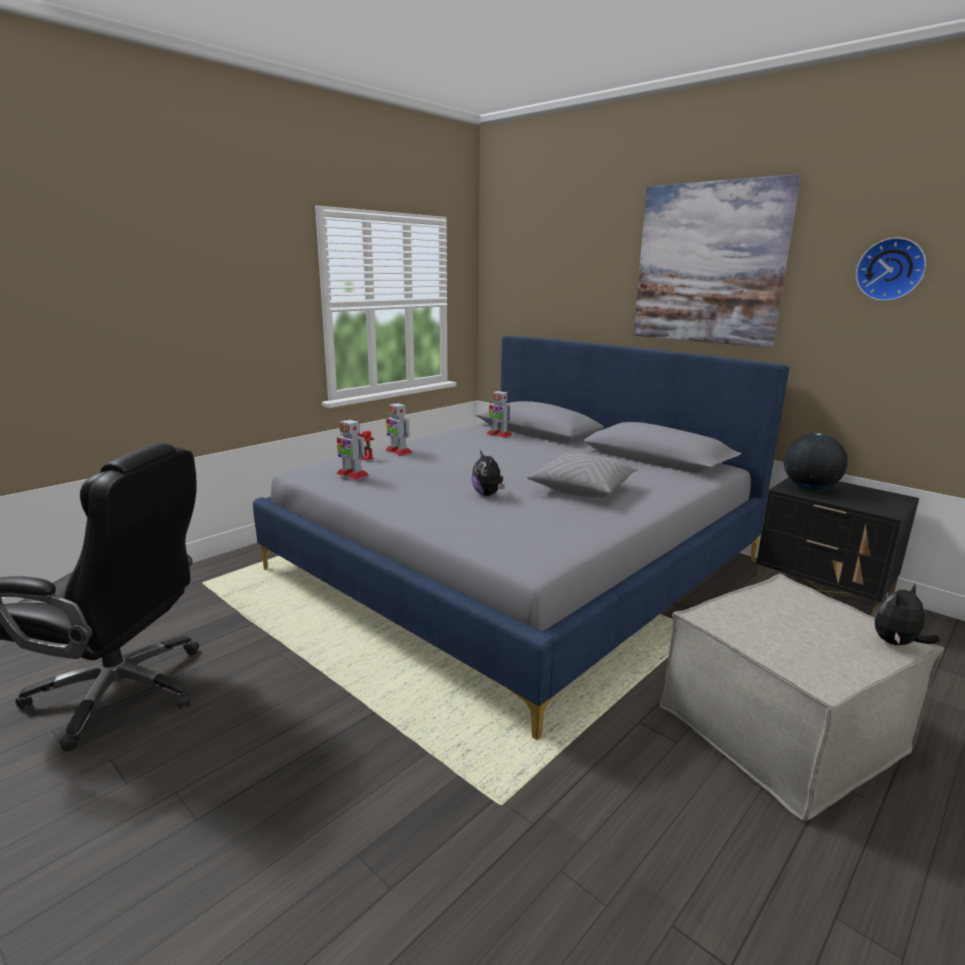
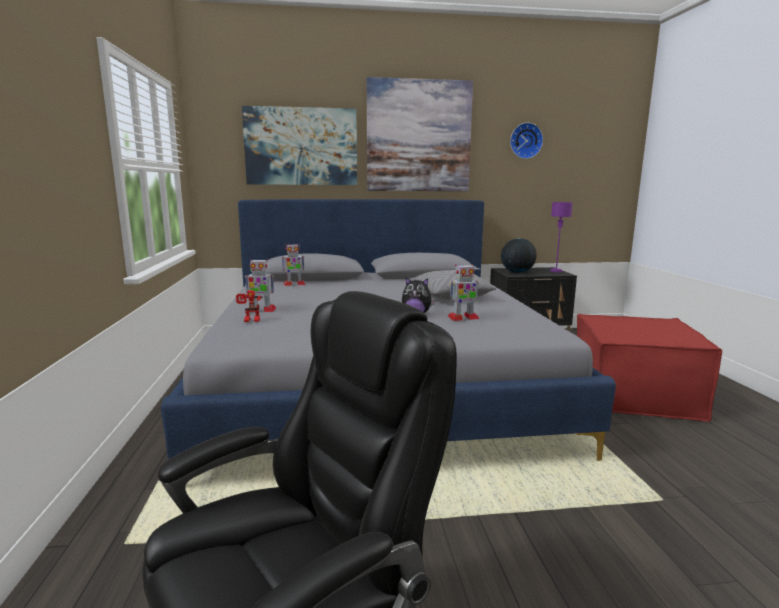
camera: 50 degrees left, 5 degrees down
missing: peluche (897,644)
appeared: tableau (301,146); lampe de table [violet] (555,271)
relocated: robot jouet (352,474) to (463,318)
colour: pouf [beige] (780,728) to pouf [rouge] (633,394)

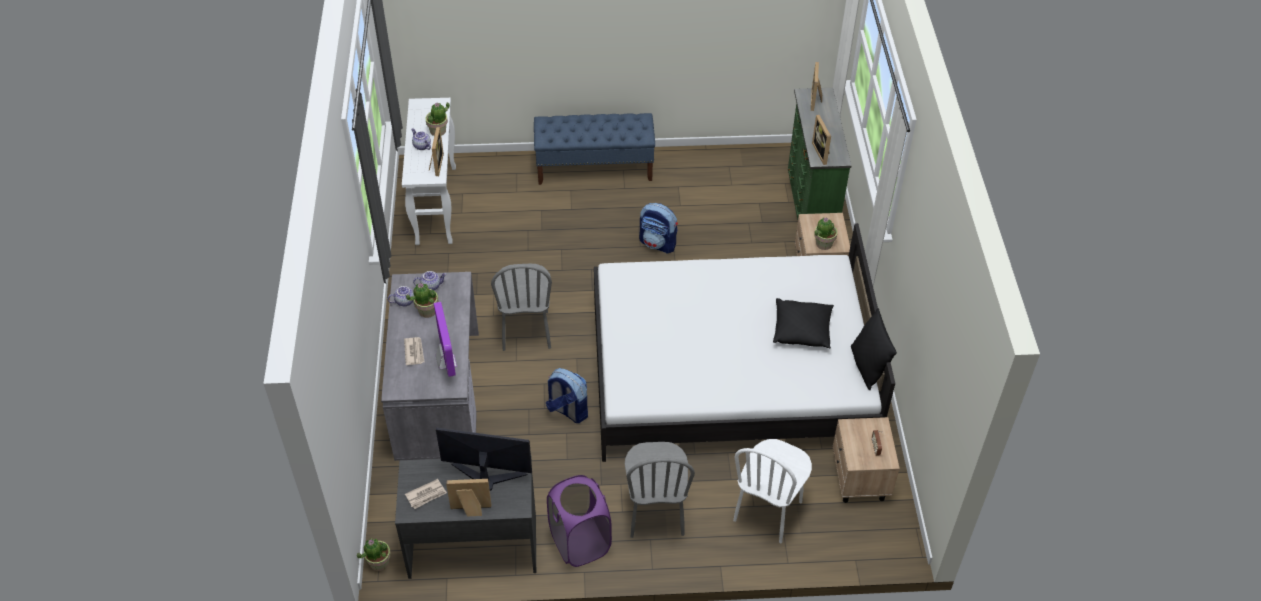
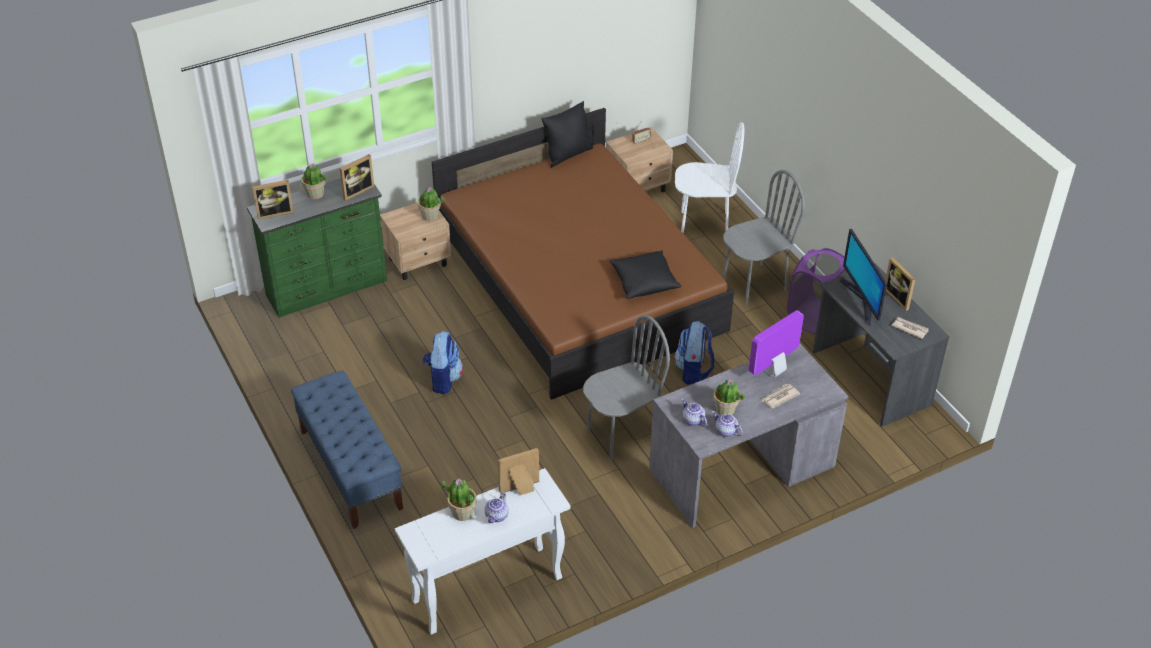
camera: 115 degrees left, 5 degrees down
relocated: plante en pot (379,563) to (315,194); coussin [noir] (802,330) to (644,282)
colour: lit [blanc] (730,372) to lit [marron] (578,284)

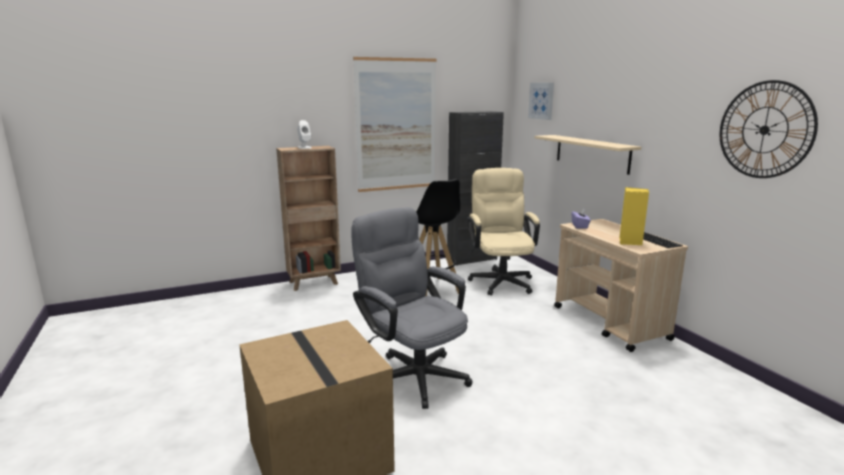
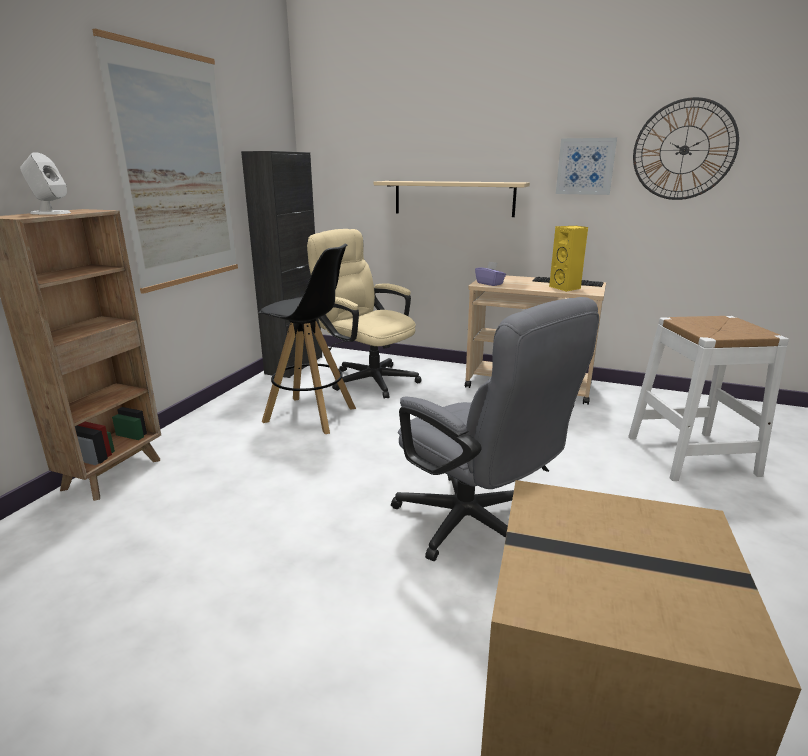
camera: 45 degrees left, 5 degrees up
appeared: tabouret [blanc] (691,455)
relocated: tableau (541,101) to (585,166)
spun: chaise de bureau [gris] (412,373) = (476,527) 135 degrees counterclockwise

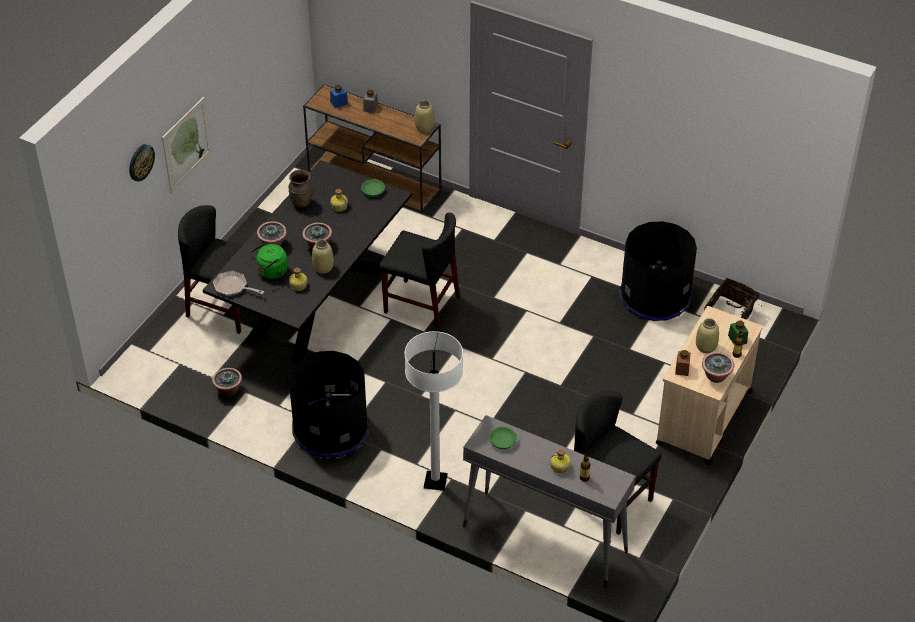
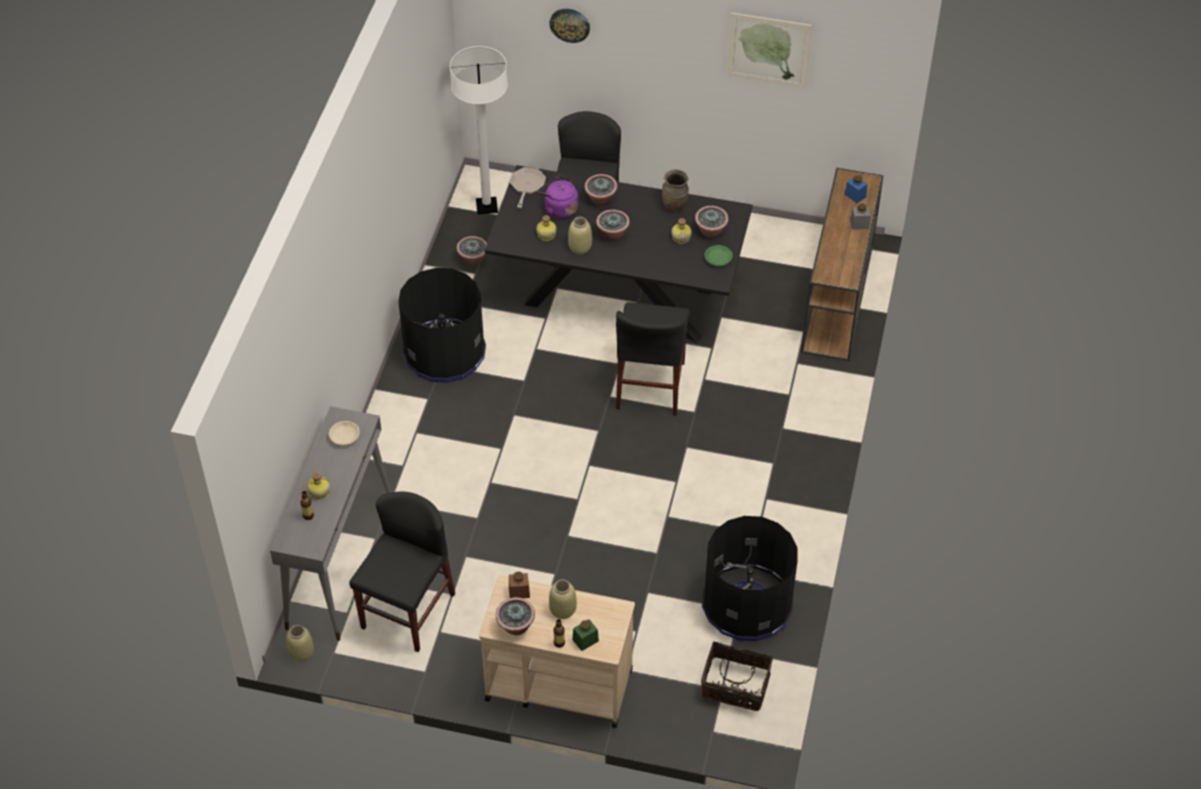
camera: 75 degrees right, 5 degrees up
appeared: plante en pot (711,232)
relocated: vase [beige] (424,127) to (302,653); lampadaire [blanc] (435,481) to (486,206); tableau (186,144) to (769,50)
colour: bol [vert] (502,441) to bol [beige] (345,436); bouilloire [vert] (271,272) to bouilloire [violet] (559,209)

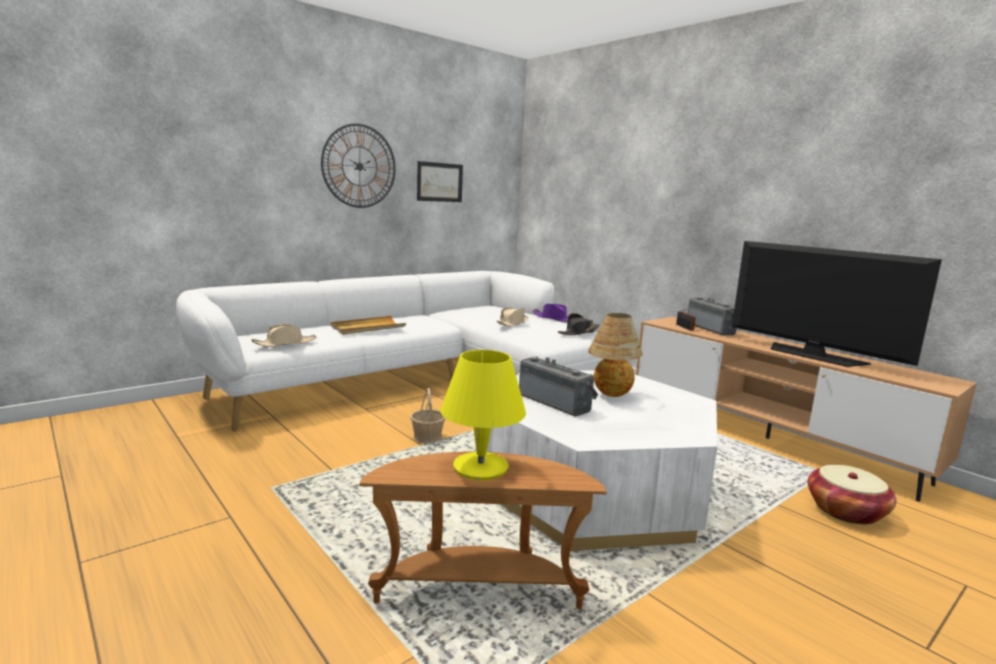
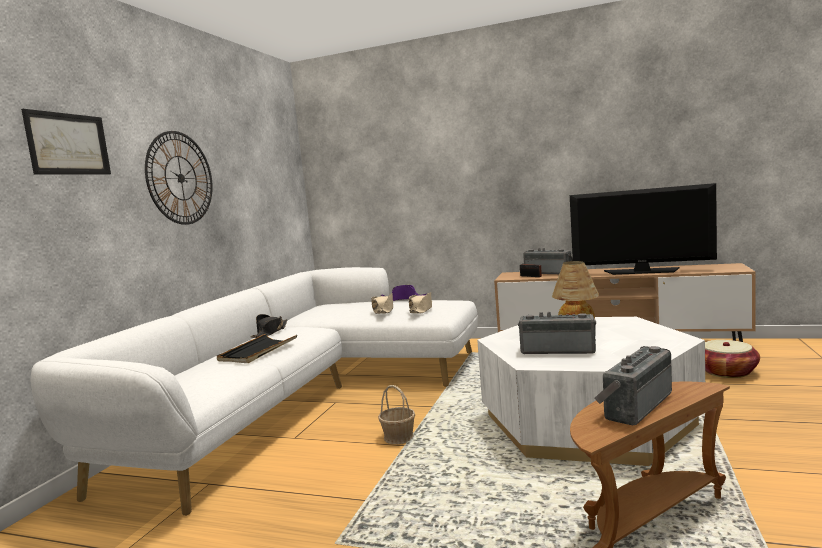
camera: 30 degrees left, 5 degrees down
relocated: tableau (439,182) to (68,144); chapeau [noir] (578,332) to (270,332); chapeau [beige] (285,343) to (421,310)
exchanged: lampe de table [jaune] (481,467) to radio (633,405)
colour: plateau [beige] (367,328) to plateau [noir] (258,351)

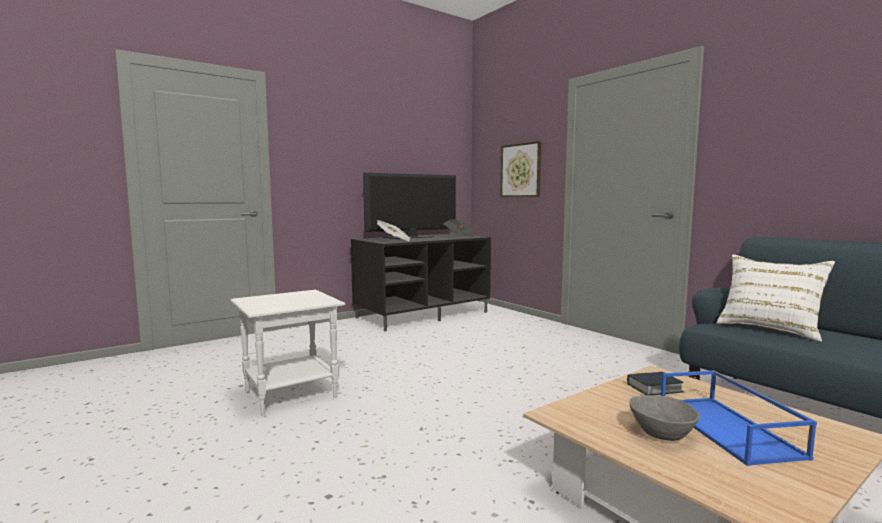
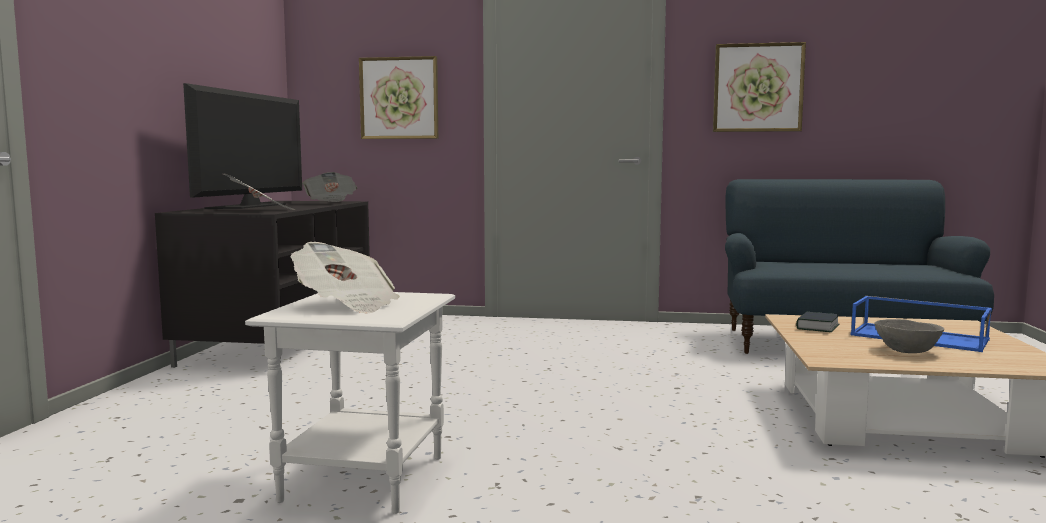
camera: 45 degrees left, 0 degrees up
missing: coussin [blanc] (770,328)
appeared: journal (346,305); tableau (758,88)

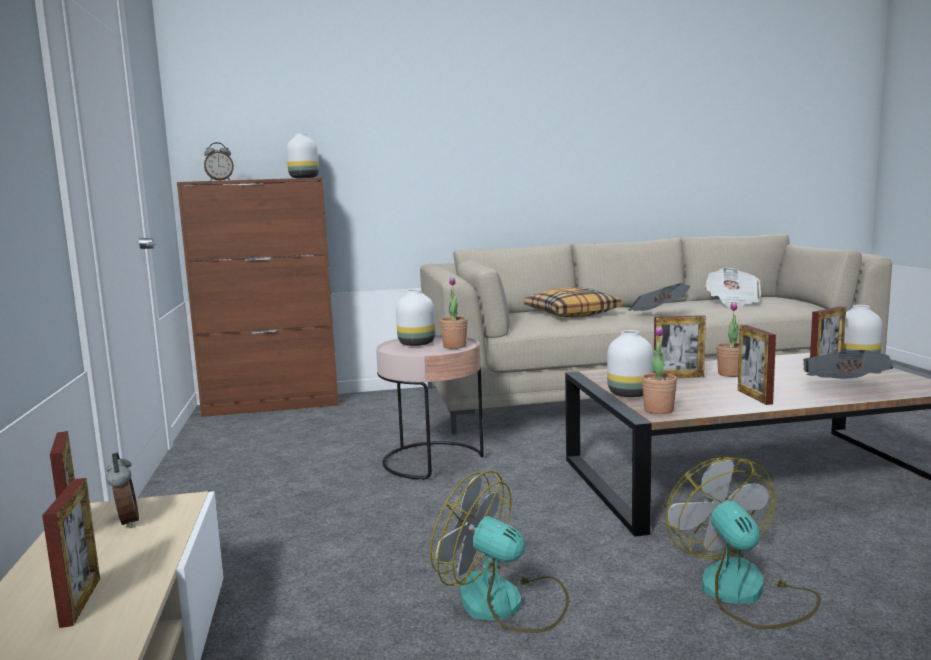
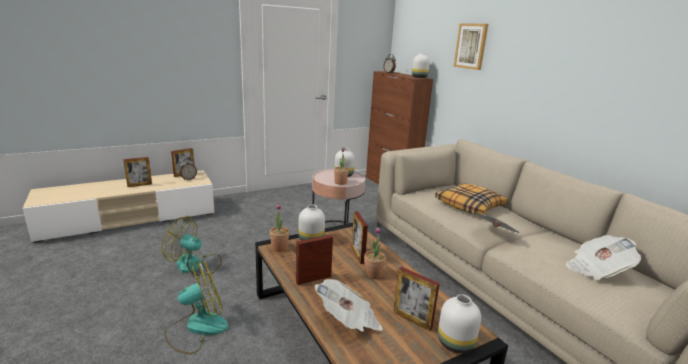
camera: 70 degrees right, 10 degrees up
appeared: tableau (471,46)
spun: ventilateur (505,604) = (195,265) 90 degrees counterclockwise

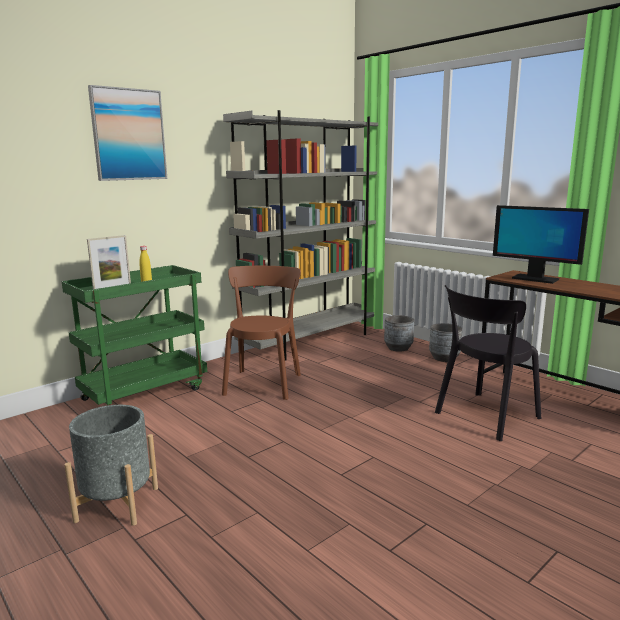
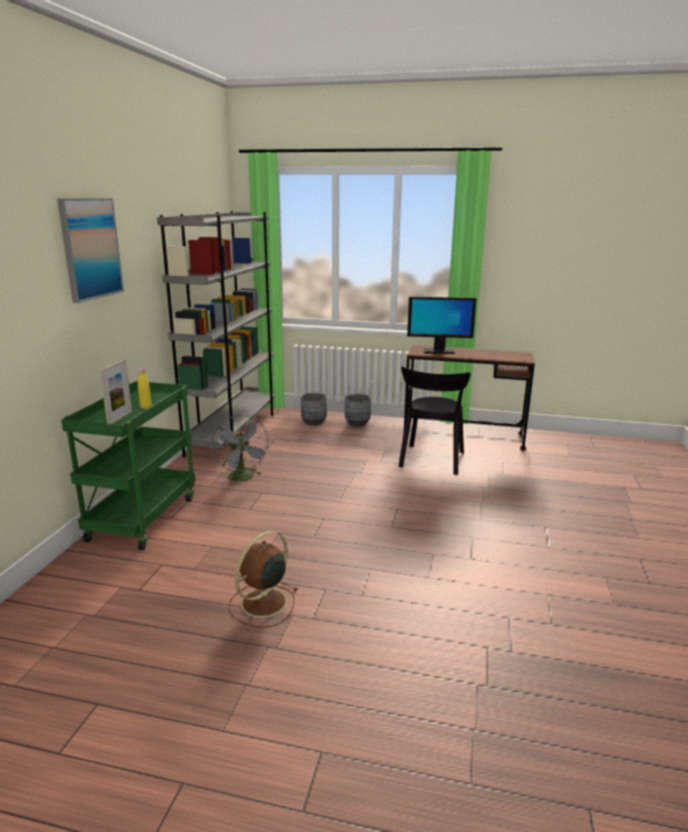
camera: 35 degrees left, 5 degrees up
exchanged: chaise [marron] (264,383) to ventilateur [gris] (243,478); cache-pot [gris] (117,504) to ventilateur [marron] (262,604)

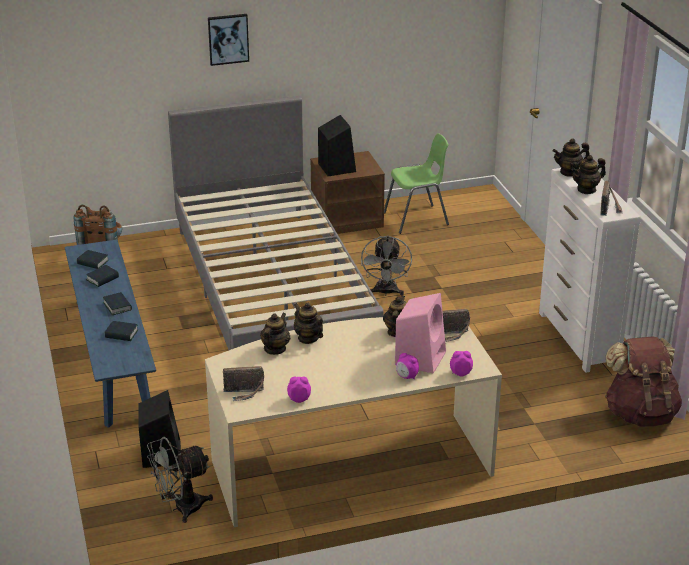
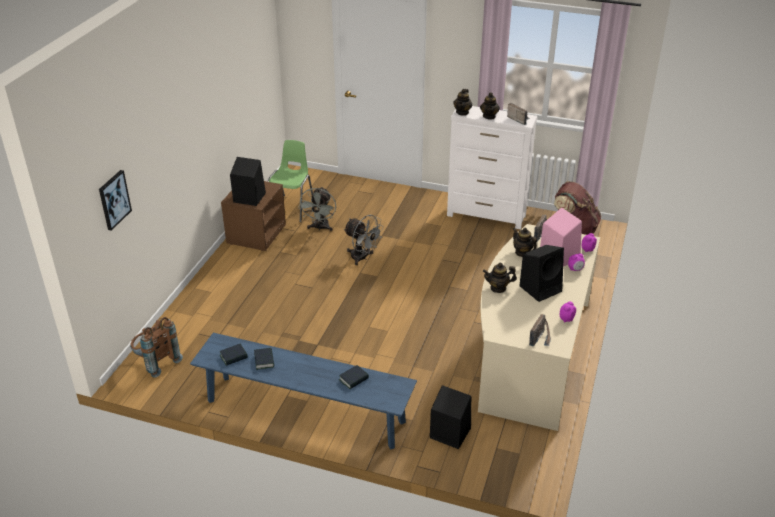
camera: 55 degrees left, 5 degrees up
missing: livre (117,306); lit [gris] (271,289); théière (275,349)
appeared: enceinte [noir] (541,288)
relocated: tableau (228,39) to (114,199); ventilateur [gris] (181,508) to (320,228)

